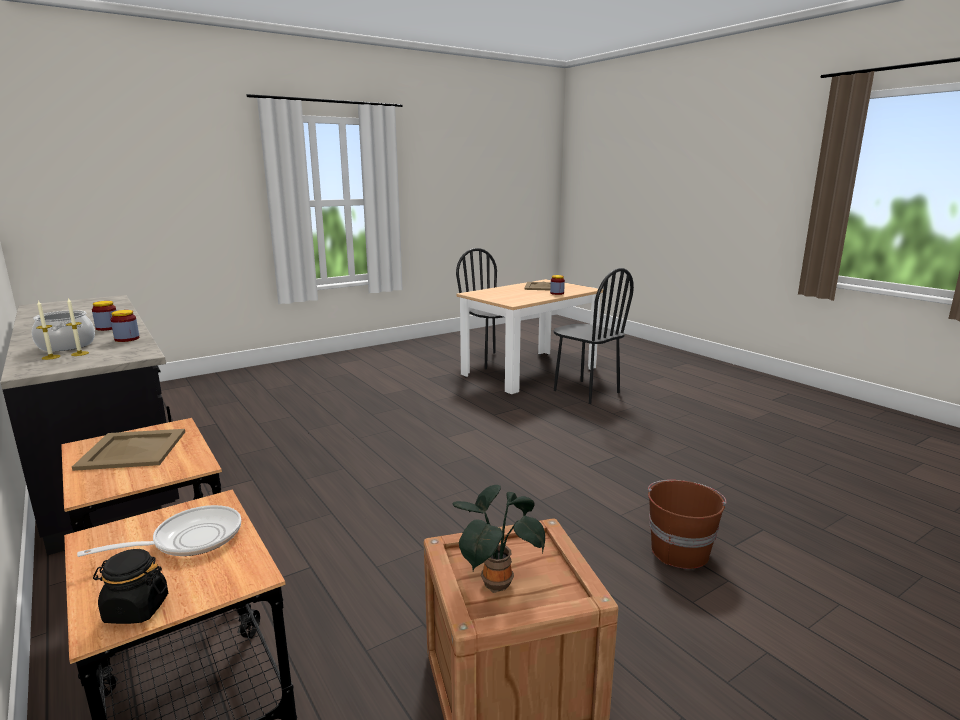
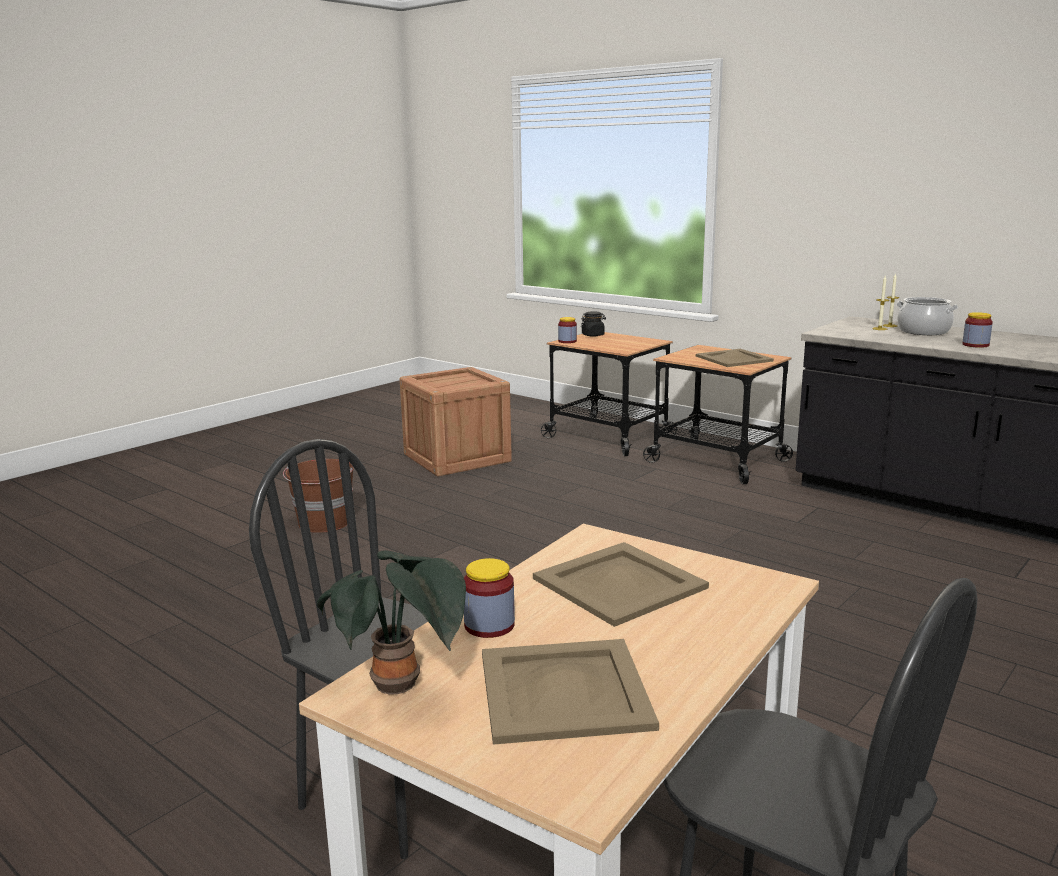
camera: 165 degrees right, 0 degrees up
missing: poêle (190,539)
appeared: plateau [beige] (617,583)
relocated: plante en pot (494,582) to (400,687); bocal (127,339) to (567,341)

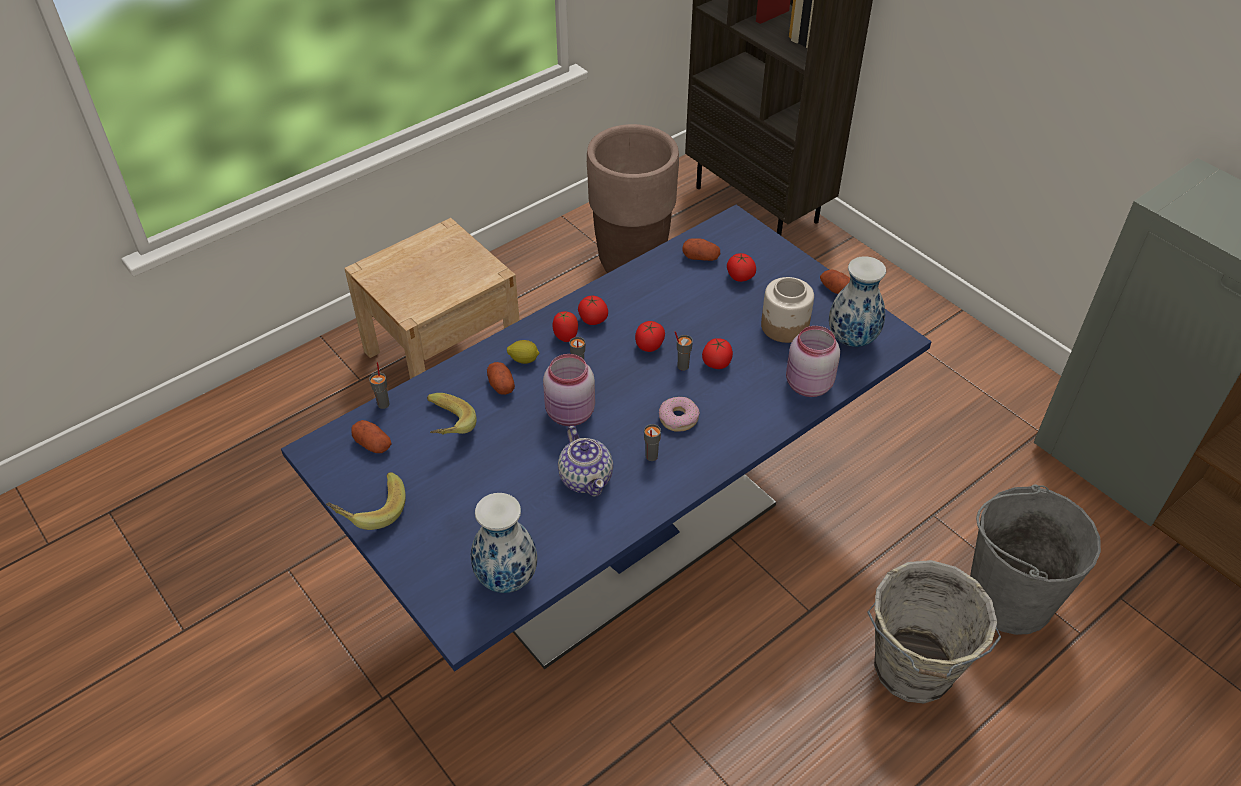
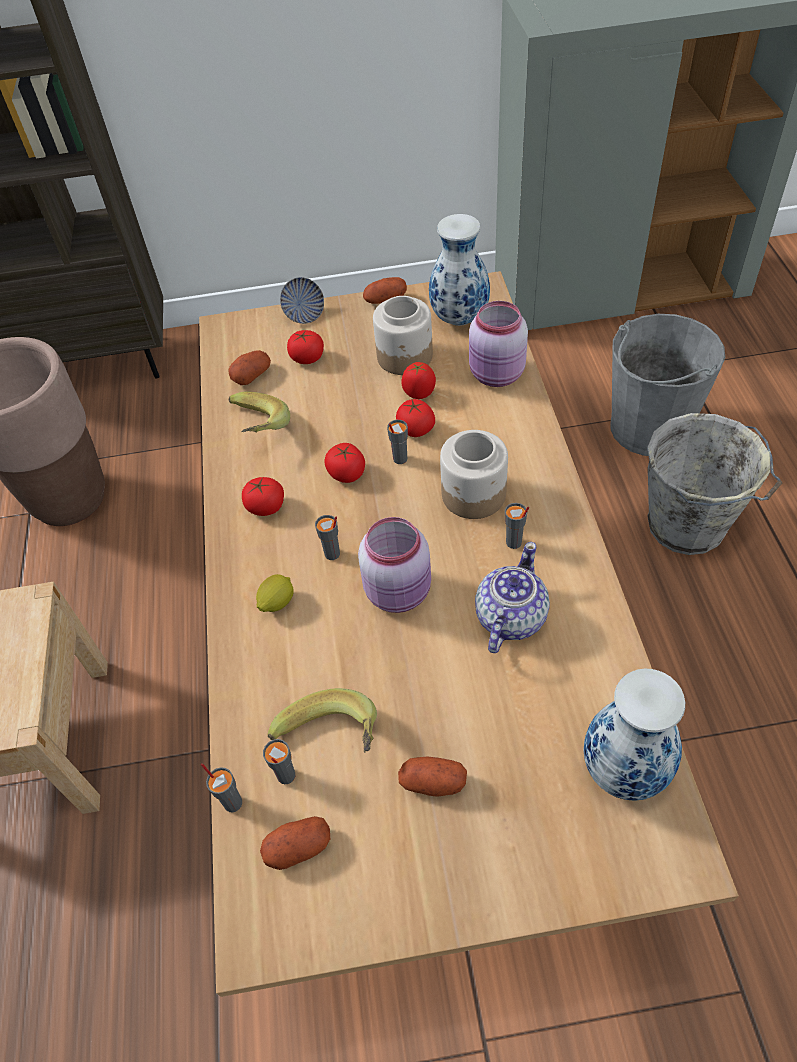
camera: 55 degrees left, 5 degrees up
appeared: tasse [gris] (285,776); bol (304,315)
relocated: banane (370,510) to (255,430); pomme de terre (501,385) to (432,783); tomate (565,337) to (419,394)
exchanged: beignet (678,418) to bocal (473,495)
colour: table à manger [bleu] (620,537) to table à manger [beige] (414,682)
spun: théière (586,478) = (509,618) 75 degrees counterclockwise

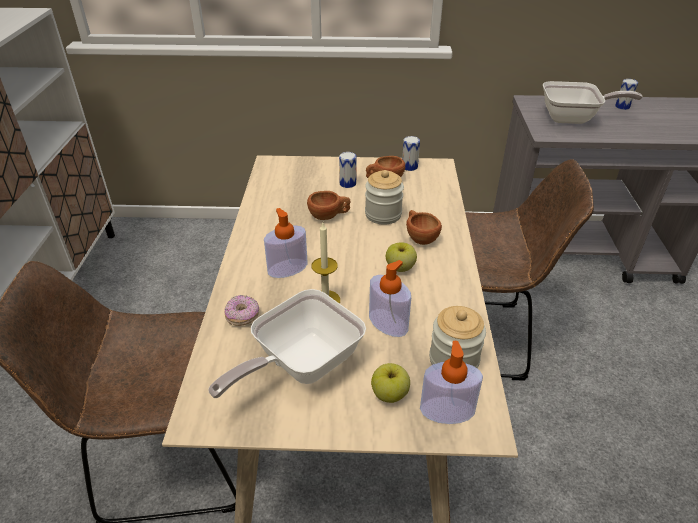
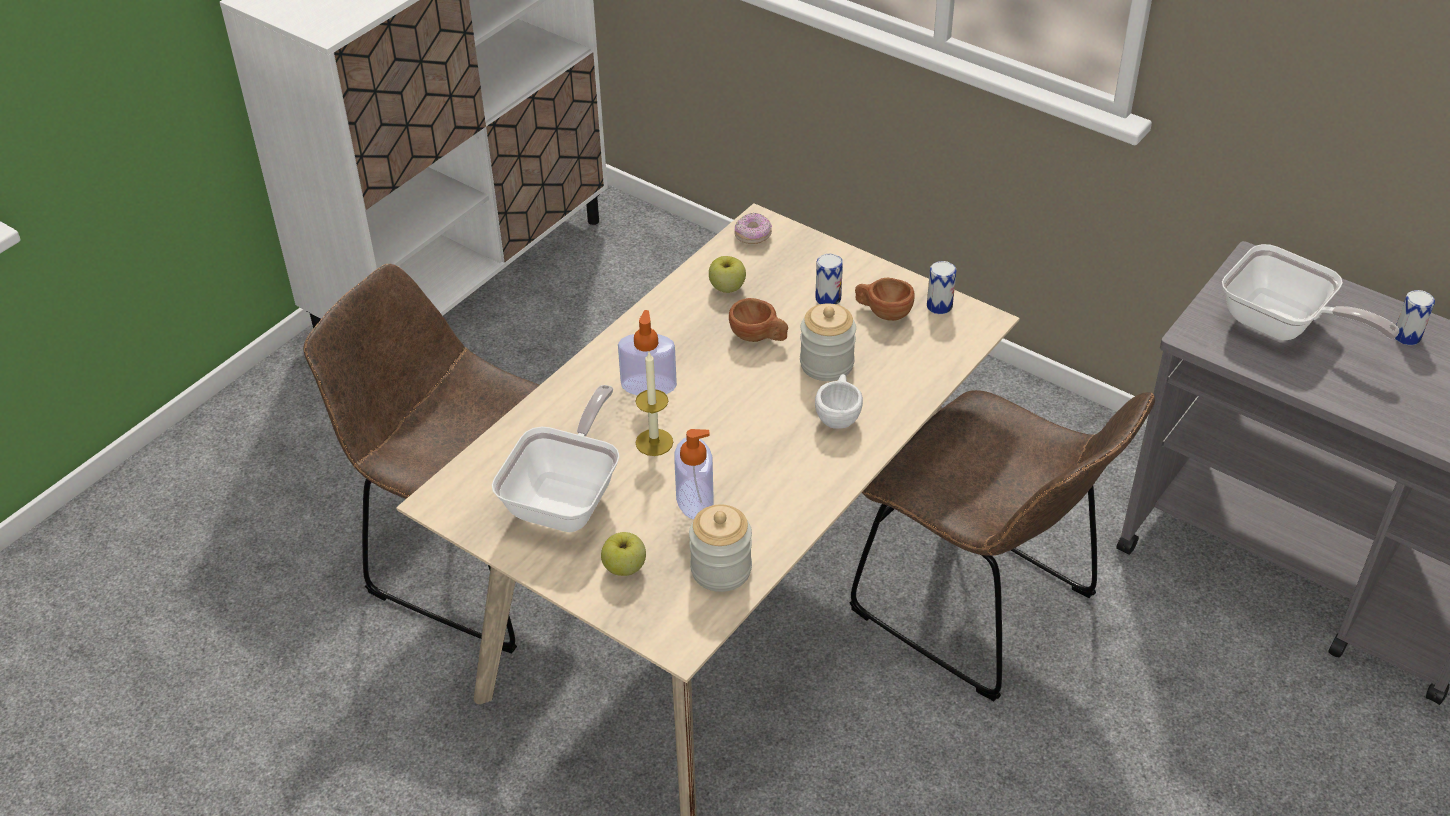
camera: 35 degrees right, 5 degrees up
missing: distributeur de savon (447,410)
relocated: pomme (400,268) to (727,287); beignet (243,316) to (753,236)
colour: tasse [marron] (419,237) to tasse [blanc] (838,415)
spun: poêle (300,365) = (567,498) 120 degrees clockwise

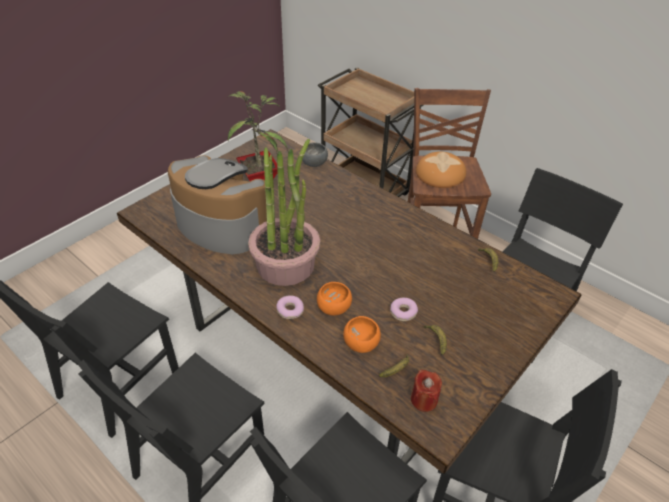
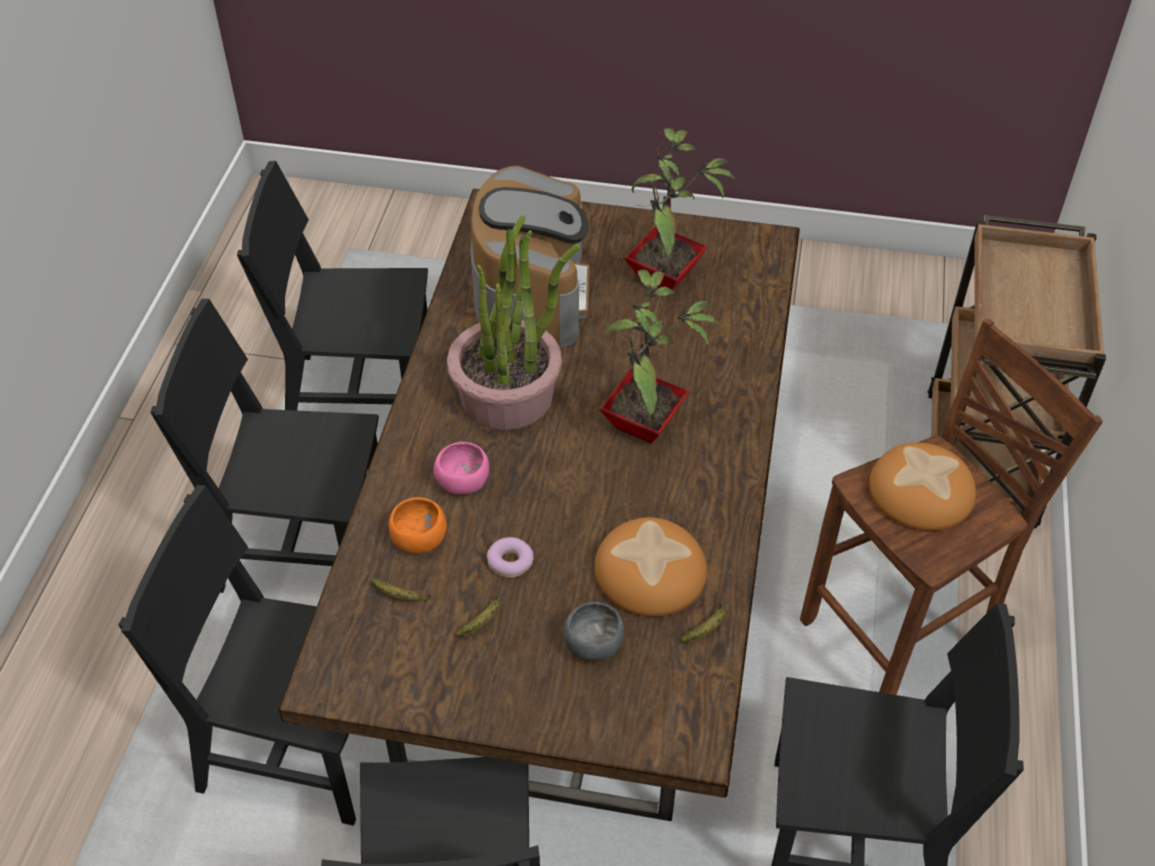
camera: 60 degrees right, 5 degrees up
missing: beignet (290,310); bougie [rouge] (424,400)
appeared: pain (651,572); plante en pot (646,426)
relocated: bol [gris] (315,163) to (594,646)
colour: bol [orange] (335,308) to bol [rose] (464,483)

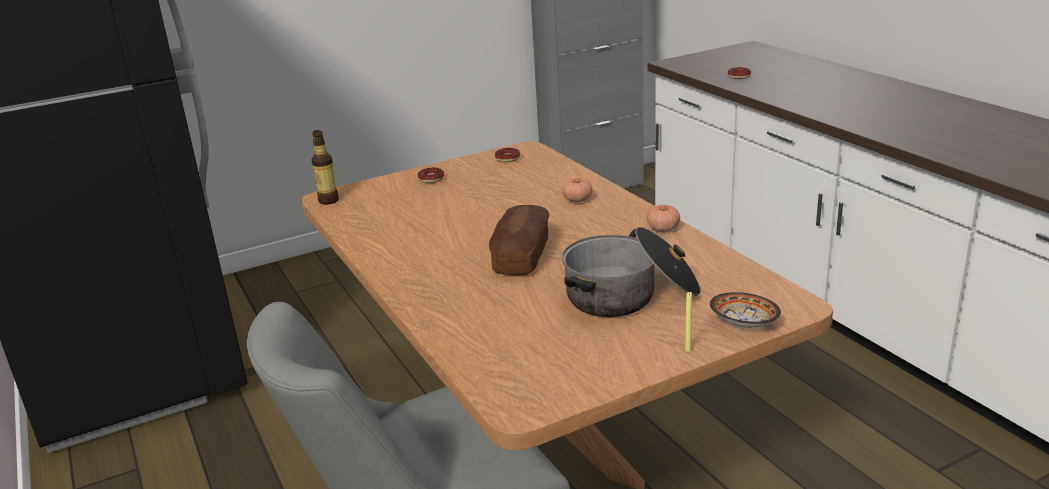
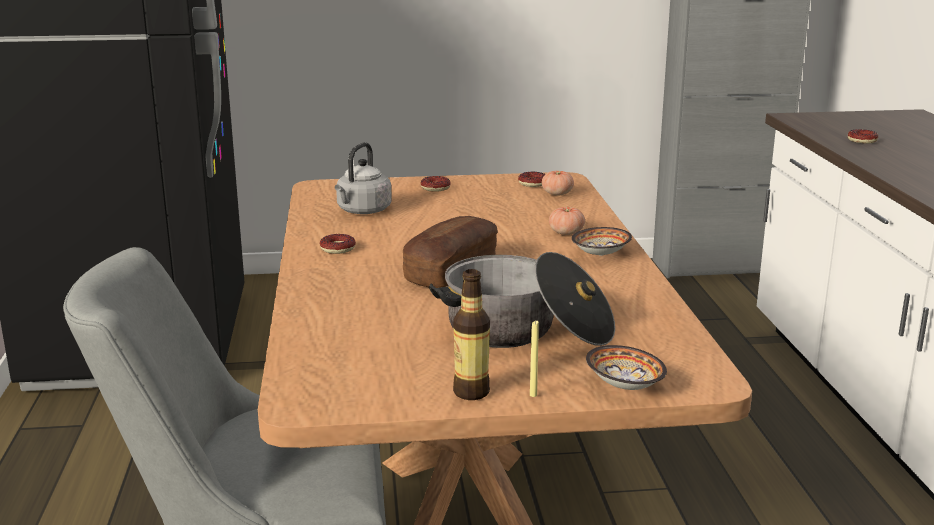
camera: 20 degrees right, 5 degrees down
appeared: beignet (337,248); bouilloire [gris] (362,211); bol (599,254)
relocated: bouteille (328,201) to (471,392); tomate (663,228) to (557,193)

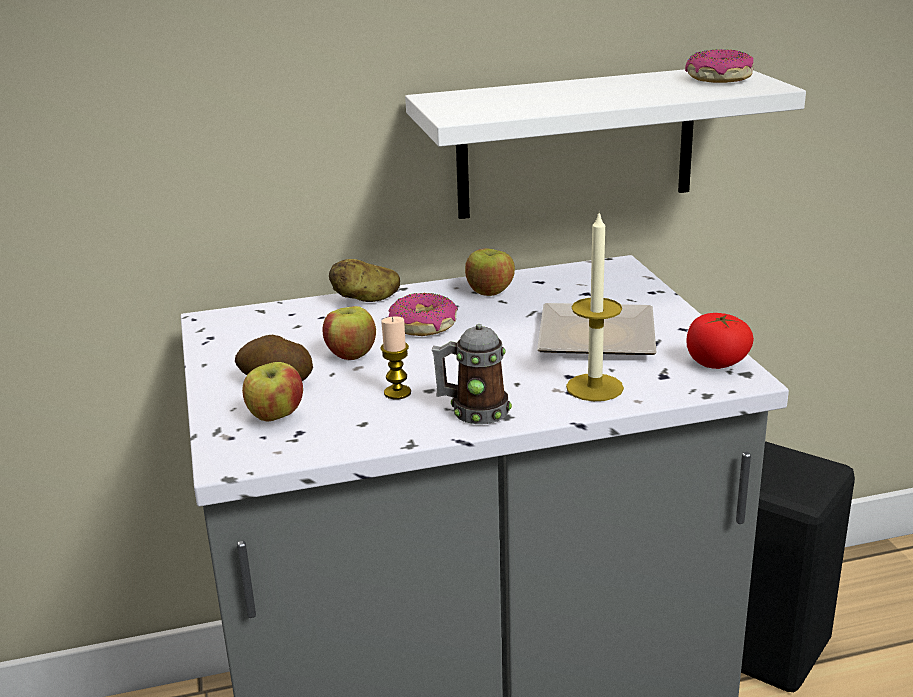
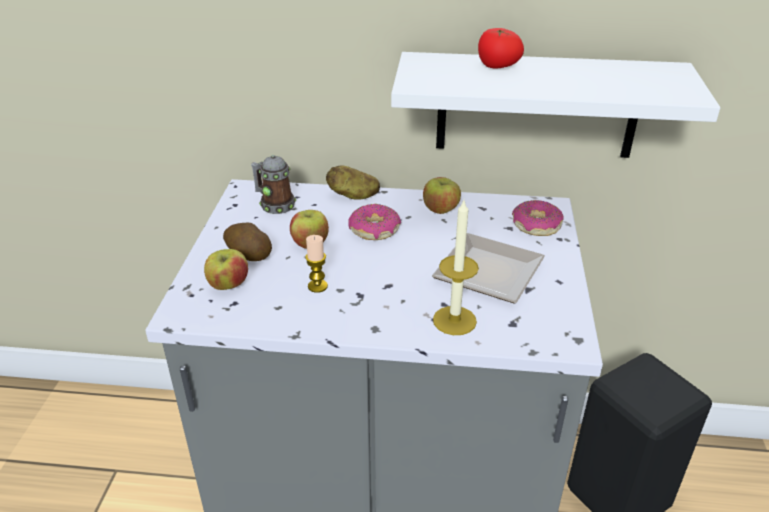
camera: 20 degrees right, 10 degrees up
relocated: mug (473,411) to (274,204); tomate (717,363) to (497,66); beignet (718,79) to (536,226)

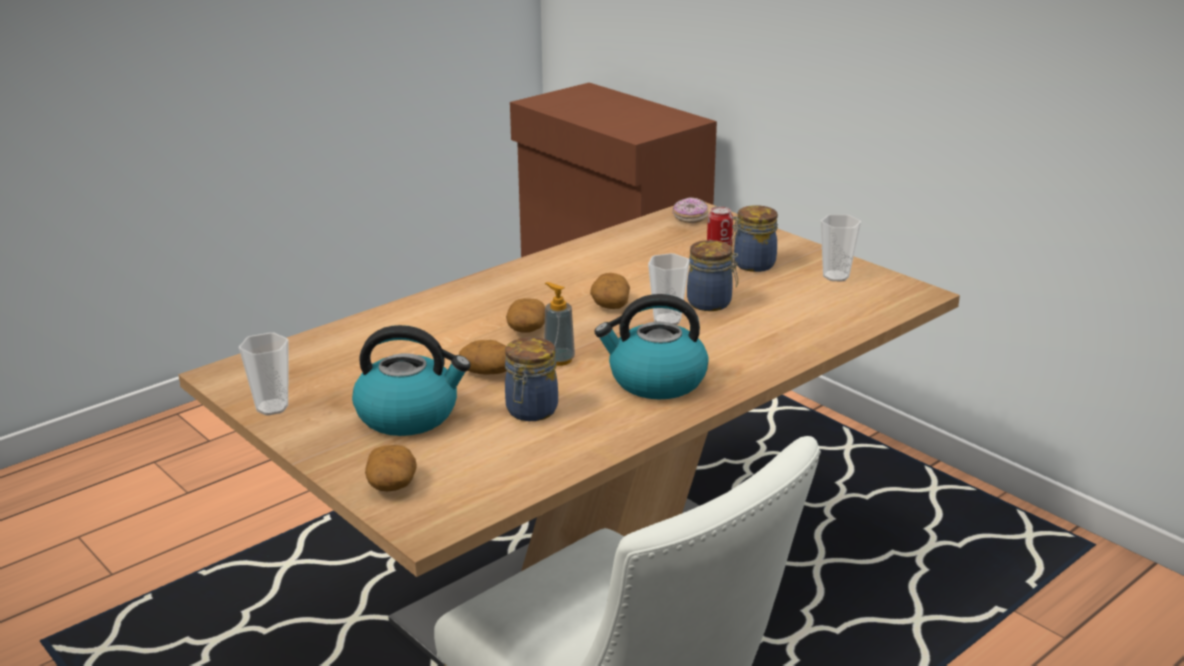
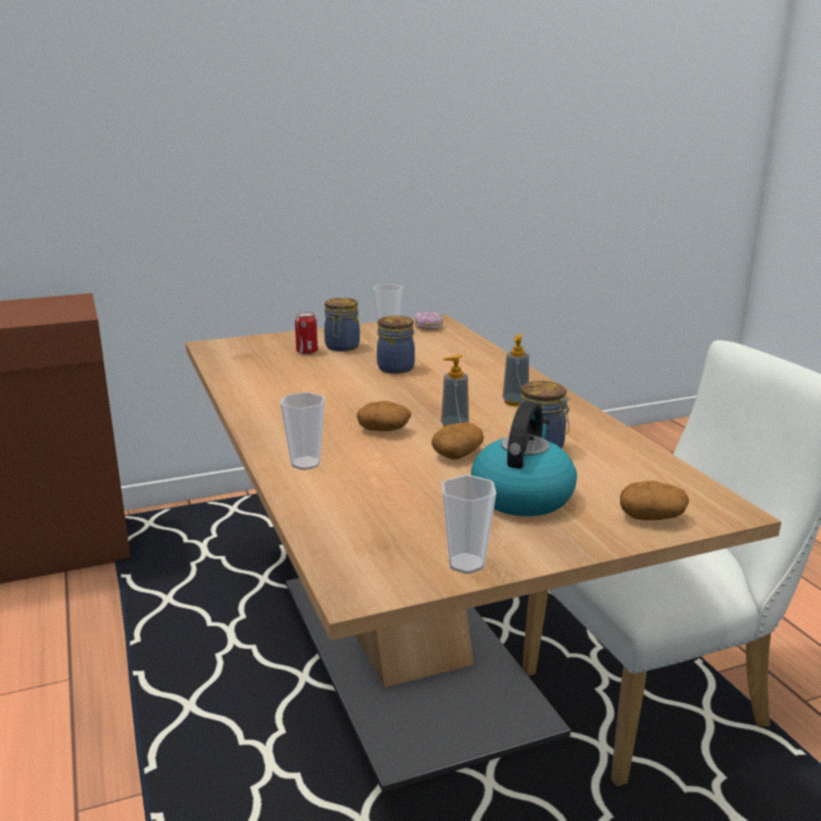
camera: 70 degrees left, 5 degrees down
missing: pomme de terre (610,304)
relocated: tasse (667,320) to (305,463); beignet (690,218) to (428,327)
exchanged: bouilloire (655,381) to distributeur de savon (515,402)

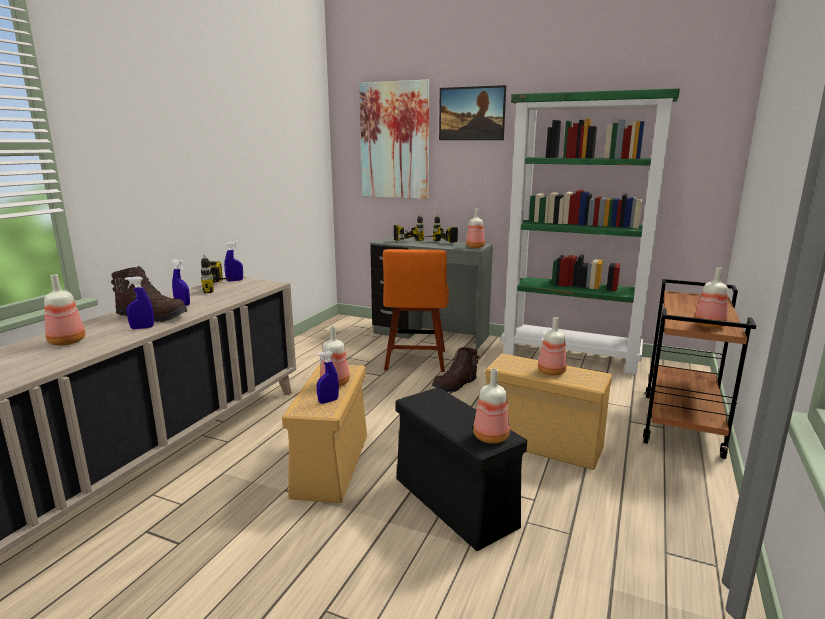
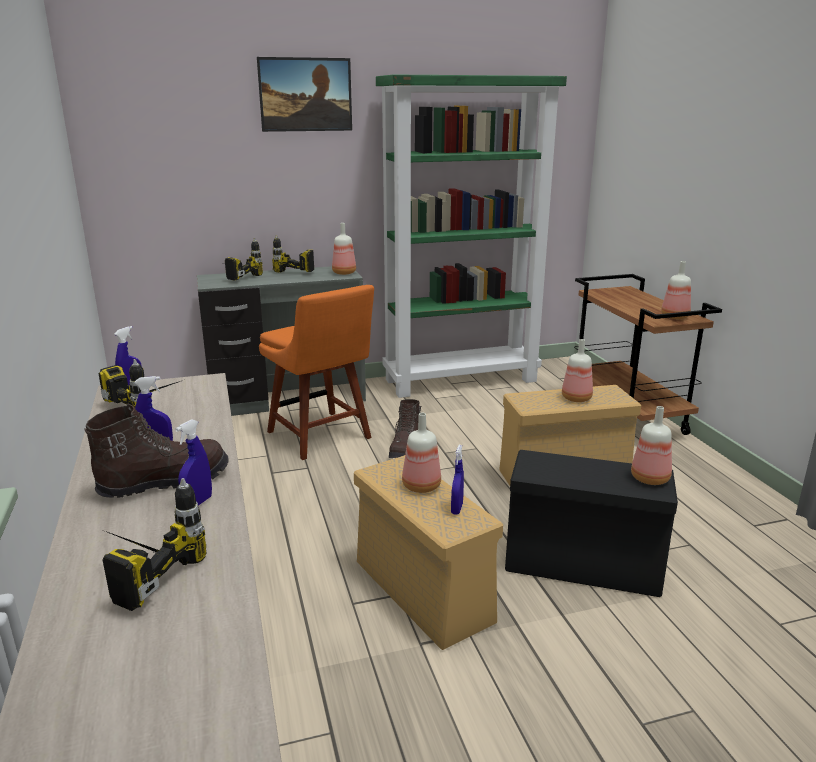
camera: 40 degrees left, 5 degrees up
missing: tableau (394,141)
exchanged: bouteille (68,342) to perceuse (138,570)

